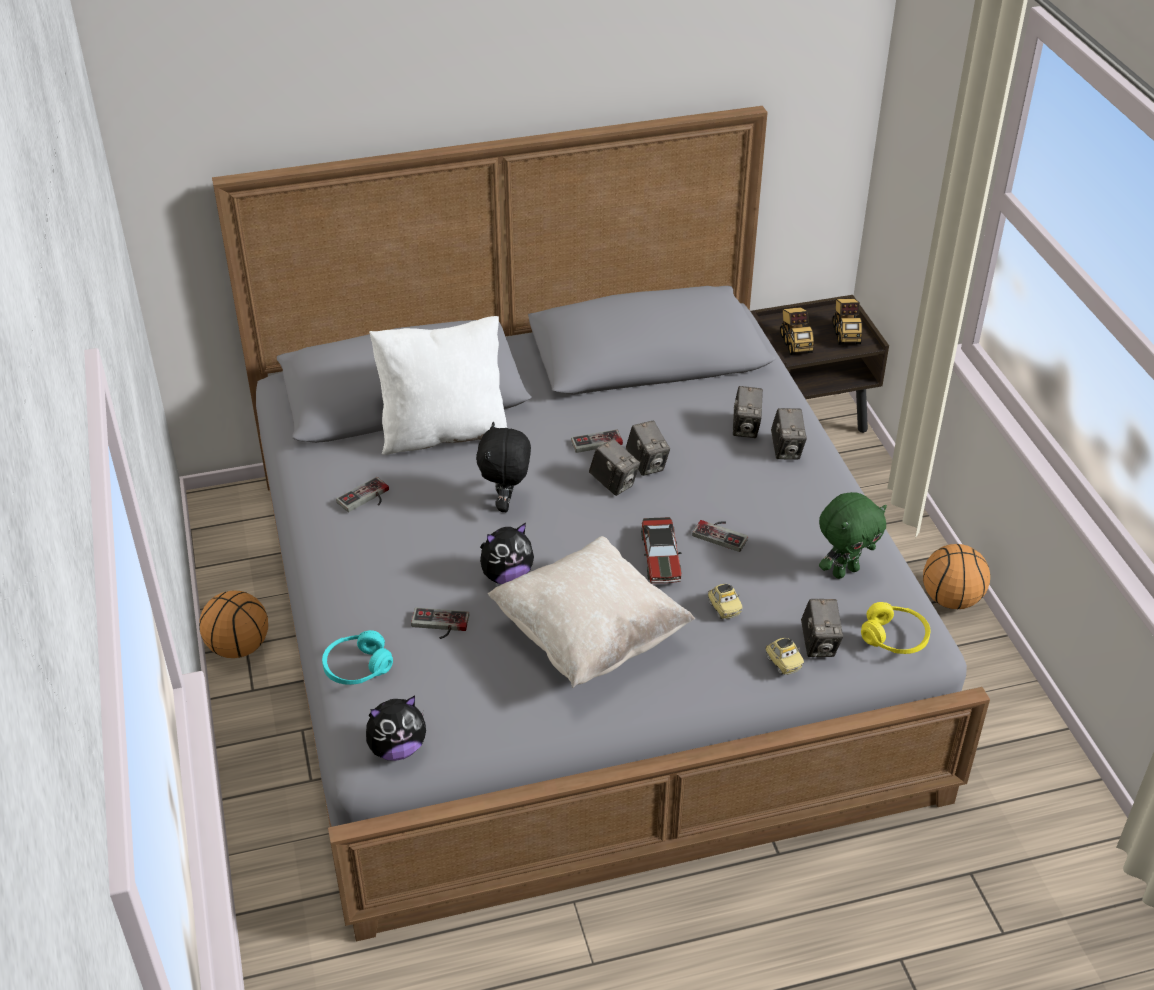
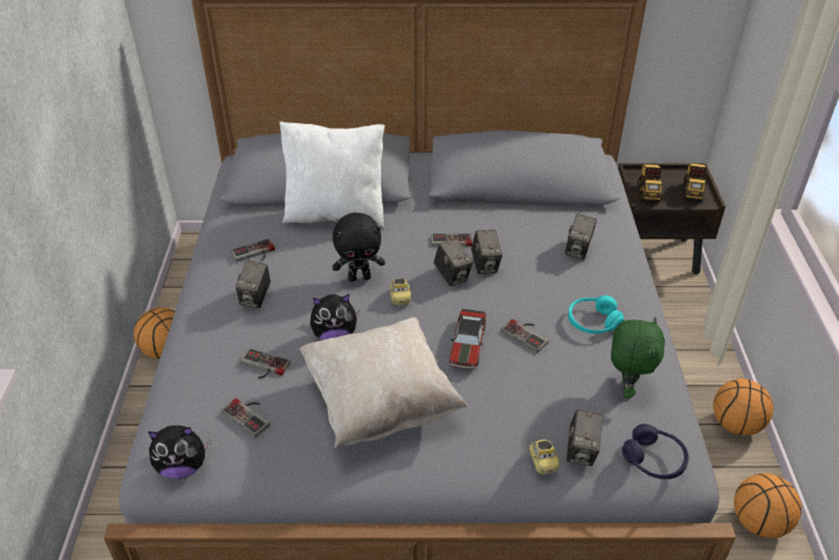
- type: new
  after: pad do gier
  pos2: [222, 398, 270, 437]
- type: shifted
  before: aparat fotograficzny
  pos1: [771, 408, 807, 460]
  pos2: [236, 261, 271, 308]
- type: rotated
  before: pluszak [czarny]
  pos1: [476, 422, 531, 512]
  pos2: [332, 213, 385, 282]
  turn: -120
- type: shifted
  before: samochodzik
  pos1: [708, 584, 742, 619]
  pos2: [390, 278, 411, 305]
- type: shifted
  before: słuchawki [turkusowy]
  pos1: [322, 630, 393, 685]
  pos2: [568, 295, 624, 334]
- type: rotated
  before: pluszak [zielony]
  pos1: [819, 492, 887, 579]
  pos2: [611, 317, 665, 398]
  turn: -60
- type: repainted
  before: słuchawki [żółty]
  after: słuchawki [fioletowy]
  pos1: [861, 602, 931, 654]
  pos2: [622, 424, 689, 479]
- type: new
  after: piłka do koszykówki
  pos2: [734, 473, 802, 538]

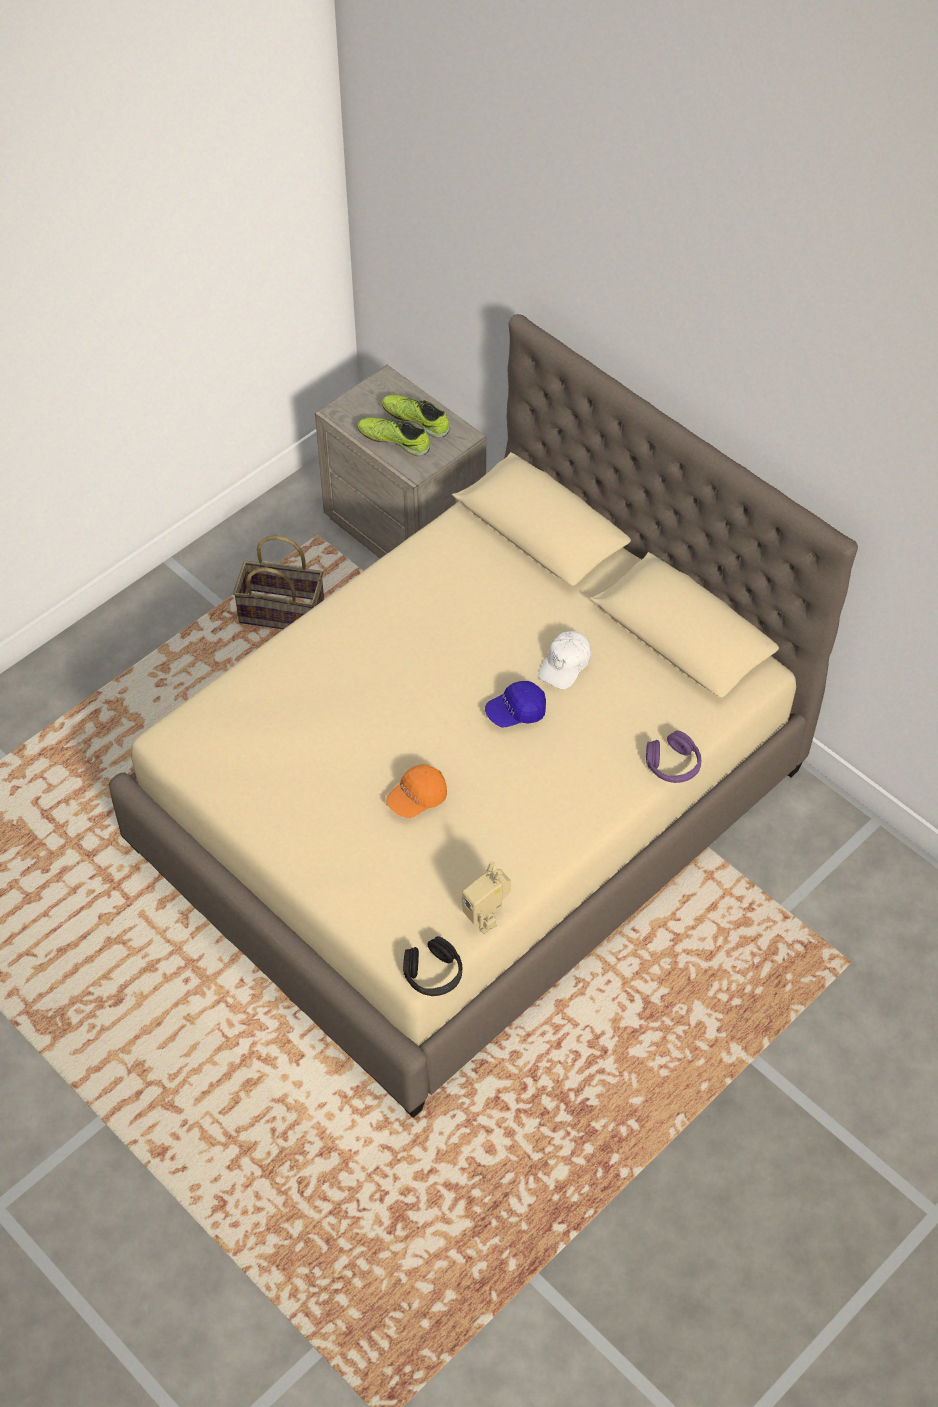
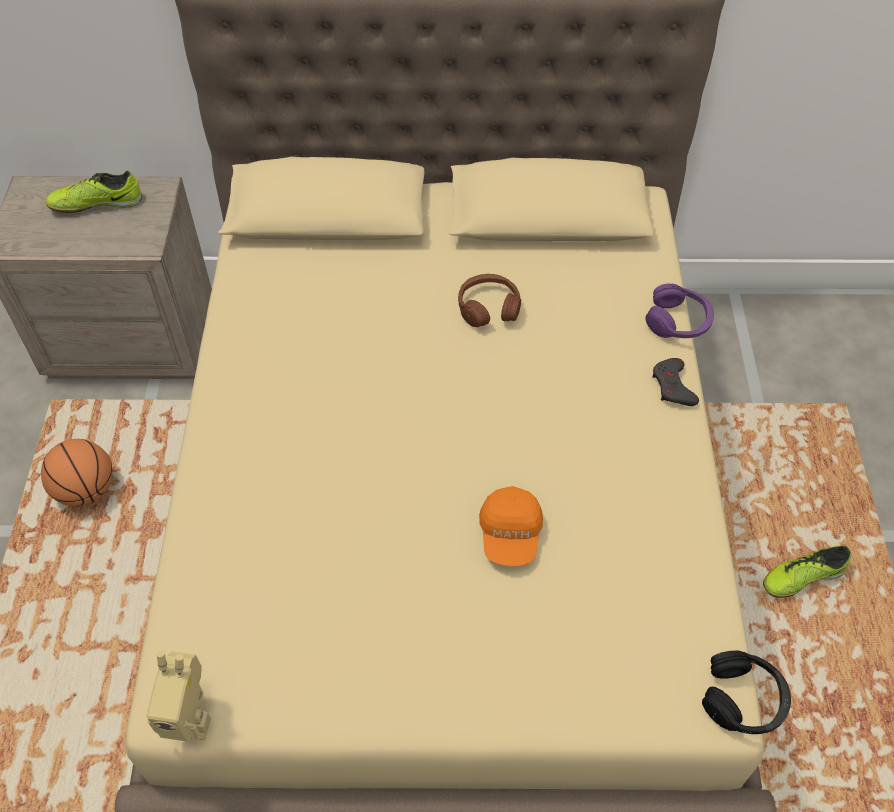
- type: swapped
  before: koszyk
  after: piłka do koszykówki
  pos1: [233, 535, 324, 629]
  pos2: [41, 439, 112, 507]
- type: shifted
  before: robot zabawkowy
  pos1: [462, 861, 511, 934]
  pos2: [147, 651, 211, 742]
- type: swapped
  before: czapka z daszkiem [biały]
  after: słuchawki [brązowy]
  pos1: [538, 631, 591, 689]
  pos2: [458, 274, 521, 327]
- type: new
  after: pad do gier [szary]
  pos2: [652, 358, 699, 406]
- type: shifted
  before: but
  pos1: [358, 418, 430, 456]
  pos2: [763, 545, 852, 598]
- type: gone
  before: czapka z daszkiem [niebieski]
  pos1: [485, 681, 546, 727]

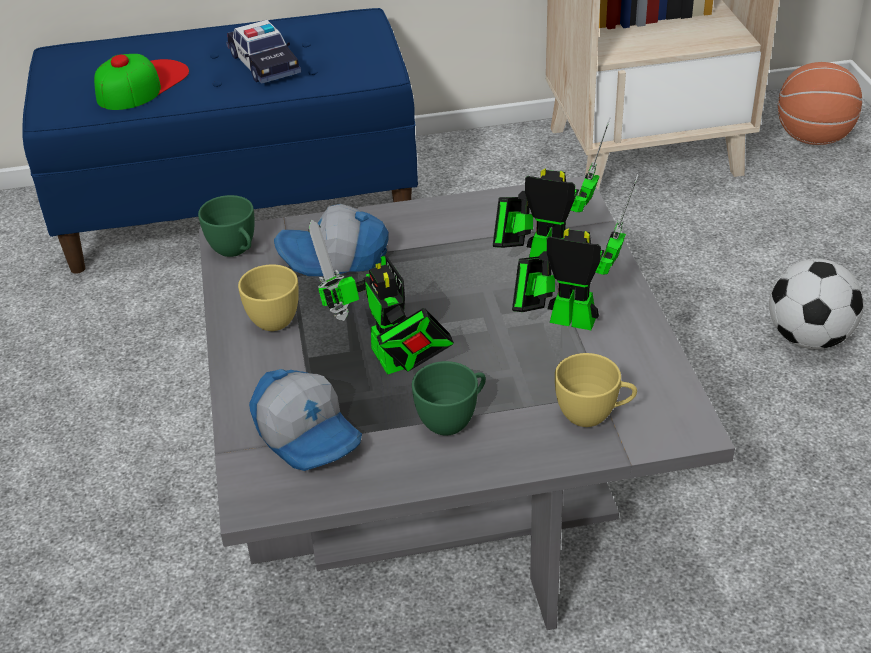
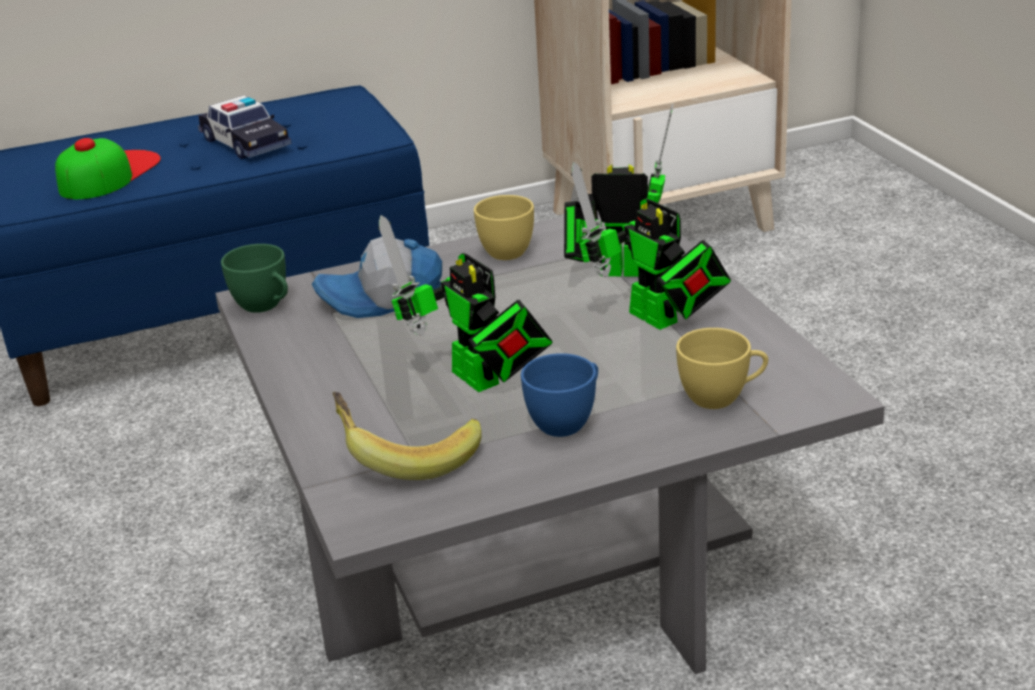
- type: swapped
  before: czapka z daszkiem
  after: banan
  pos1: [249, 369, 362, 471]
  pos2: [332, 392, 482, 480]
- type: shifted
  before: filiżanka [żółty]
  pos1: [238, 264, 299, 331]
  pos2: [474, 195, 534, 260]
- type: repainted
  before: filiżanka [zielony]
  after: filiżanka [niebieski]
  pos1: [412, 361, 486, 436]
  pos2: [521, 353, 598, 437]
- type: rotated
  before: robot zabawkowy
  pos1: [512, 174, 639, 330]
  pos2: [571, 162, 731, 330]
  turn: -135
- type: gone
  before: piłka futbolowa
  pos1: [769, 259, 864, 349]
- type: gone
  before: piłka do koszykówki
  pos1: [778, 62, 862, 145]

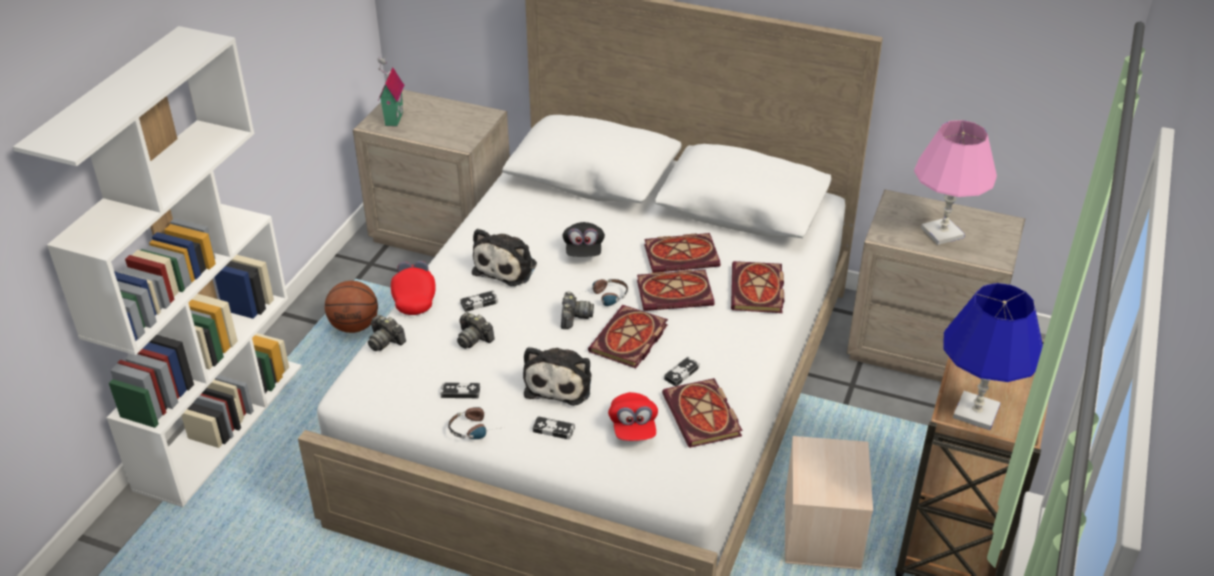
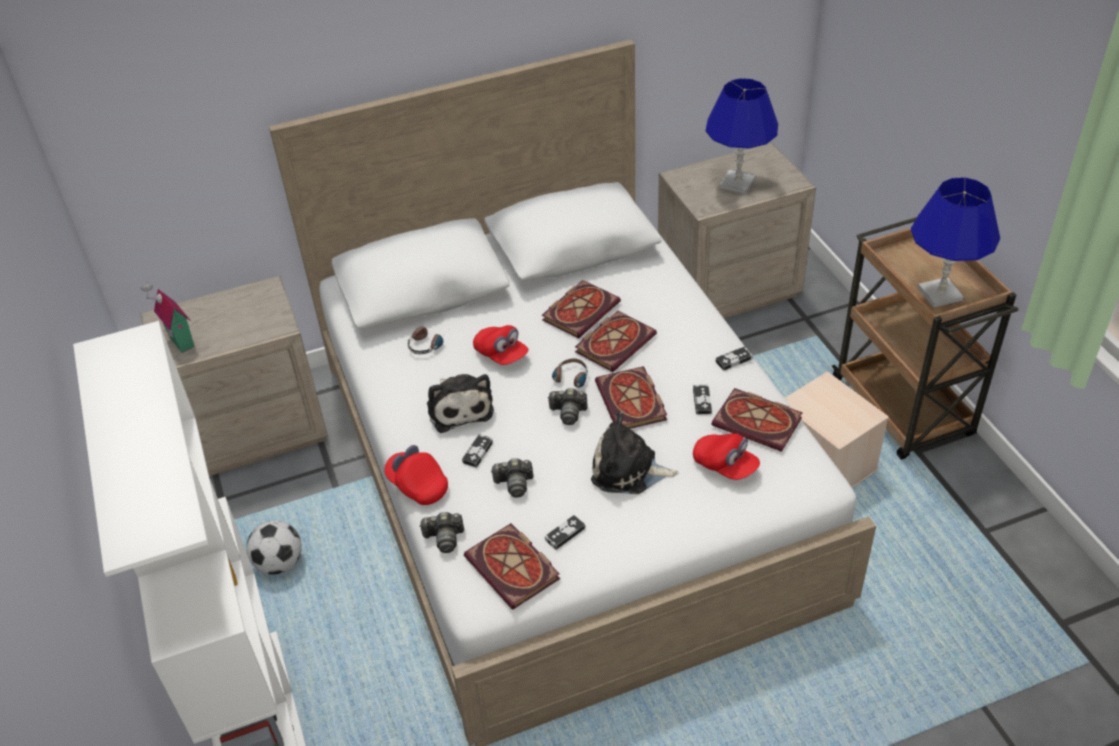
- type: swapped
  before: piłka do koszykówki
  after: piłka futbolowa
  pos1: [325, 281, 378, 333]
  pos2: [246, 520, 302, 574]
- type: shifted
  before: słuchawki
  pos1: [448, 407, 499, 439]
  pos2: [407, 326, 448, 354]
- type: shifted
  before: książka
  pos1: [731, 261, 784, 313]
  pos2: [464, 523, 560, 610]
- type: repainted
  before: czapka z daszkiem [czarny]
  after: czapka z daszkiem [czerwony]
  pos1: [562, 222, 605, 257]
  pos2: [473, 325, 529, 365]
- type: rotated
  before: aparat fotograficzny
  pos1: [561, 291, 594, 329]
  pos2: [547, 388, 588, 425]
  turn: 135
- type: rotated
  before: pluszak
  pos1: [523, 347, 591, 406]
  pos2: [591, 412, 679, 494]
  turn: 135
- type: repainted
  before: lampa stołowa [różowy]
  after: lampa stołowa [niebieski]
  pos1: [914, 120, 997, 245]
  pos2: [706, 78, 778, 194]
- type: shifted
  before: pad do gier
  pos1: [533, 416, 575, 439]
  pos2: [716, 346, 753, 371]

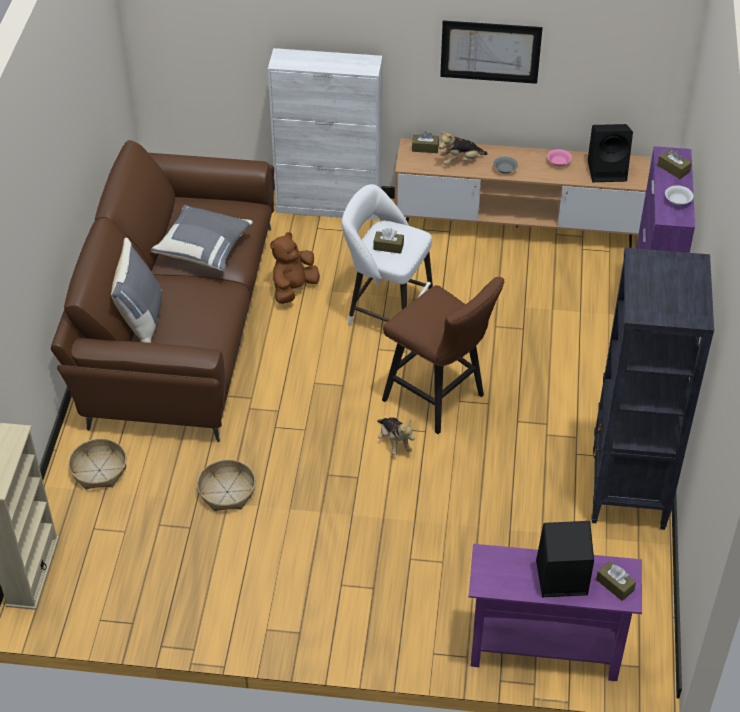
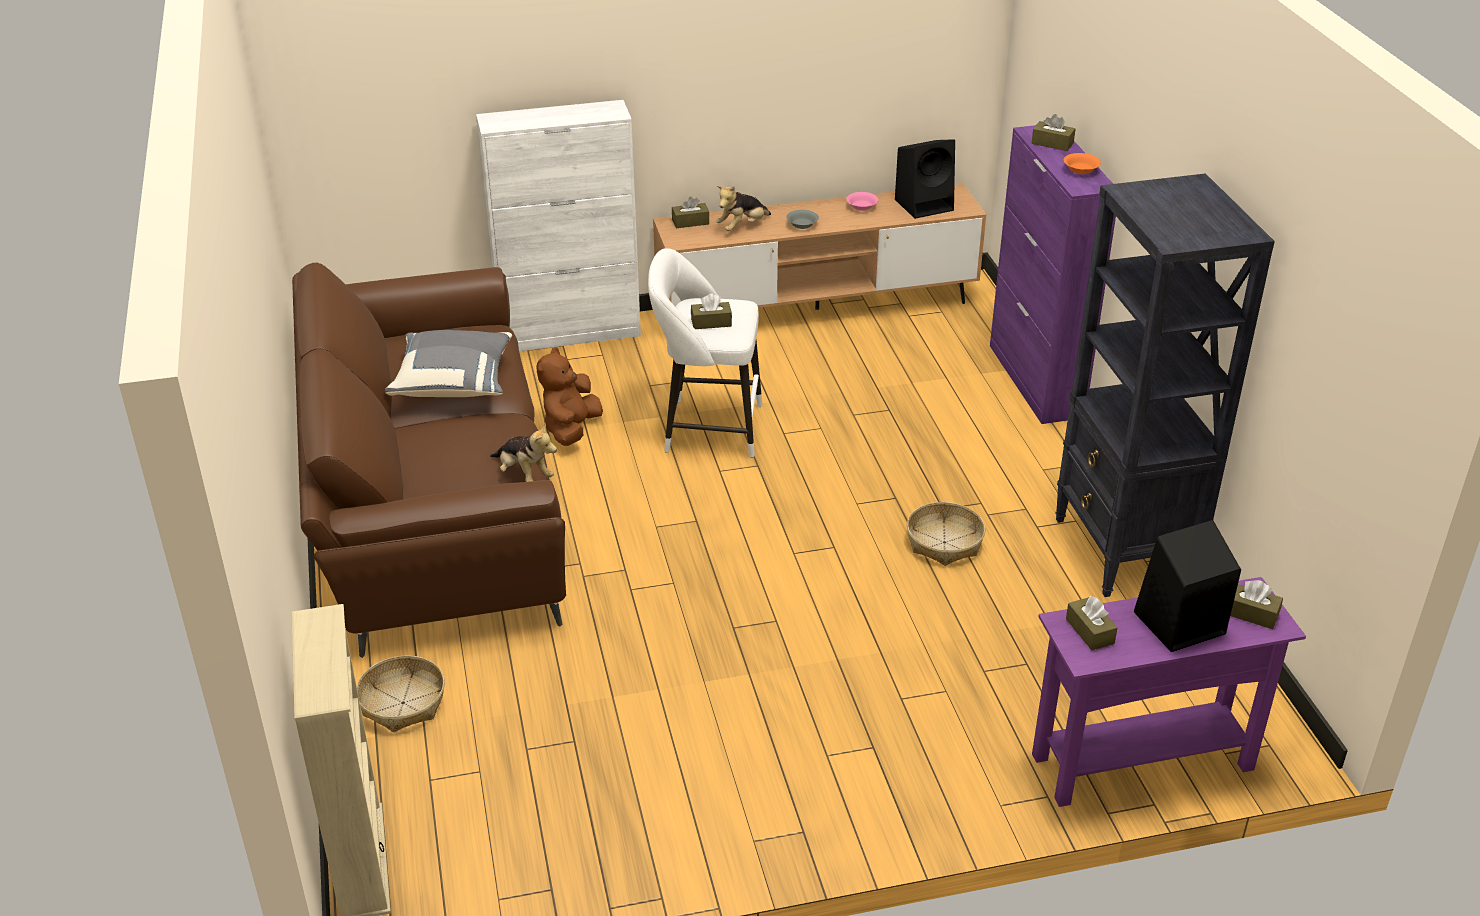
- type: shifted
  before: pluszak
  pos1: [377, 417, 415, 455]
  pos2: [490, 423, 557, 482]
- type: shifted
  before: koszyk
  pos1: [197, 460, 256, 511]
  pos2: [907, 502, 985, 566]
- type: repainted
  before: miska [biały]
  after: miska [pomarańczowy]
  pos1: [665, 186, 693, 205]
  pos2: [1064, 153, 1101, 174]
- type: new
  after: pudełko chusteczek [brązowy]
  pos2: [1066, 596, 1117, 650]
- type: gone
  before: poduszka [szary]
  pos1: [111, 238, 163, 343]
- type: gone
  before: stołek [brązowy]
  pos1: [382, 277, 505, 434]
- type: gone
  before: obraz
  pos1: [440, 20, 543, 84]

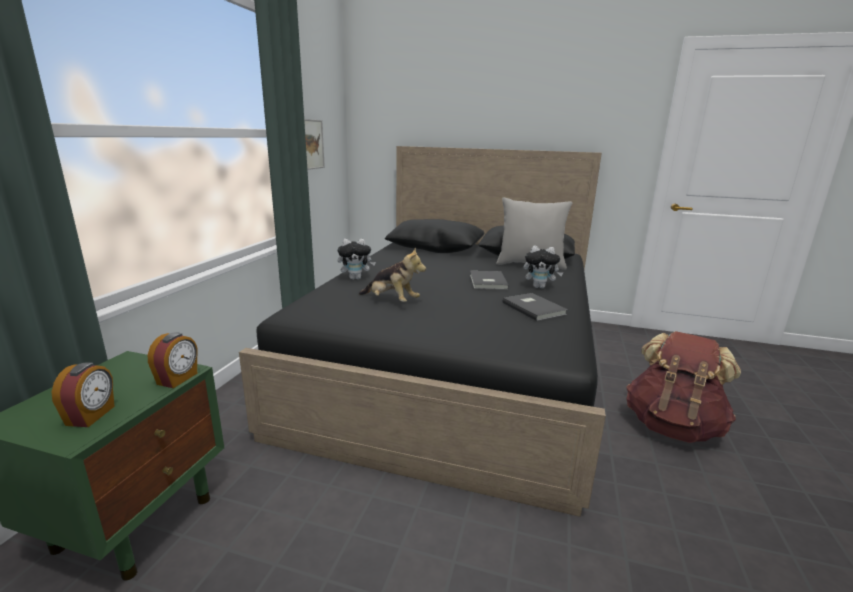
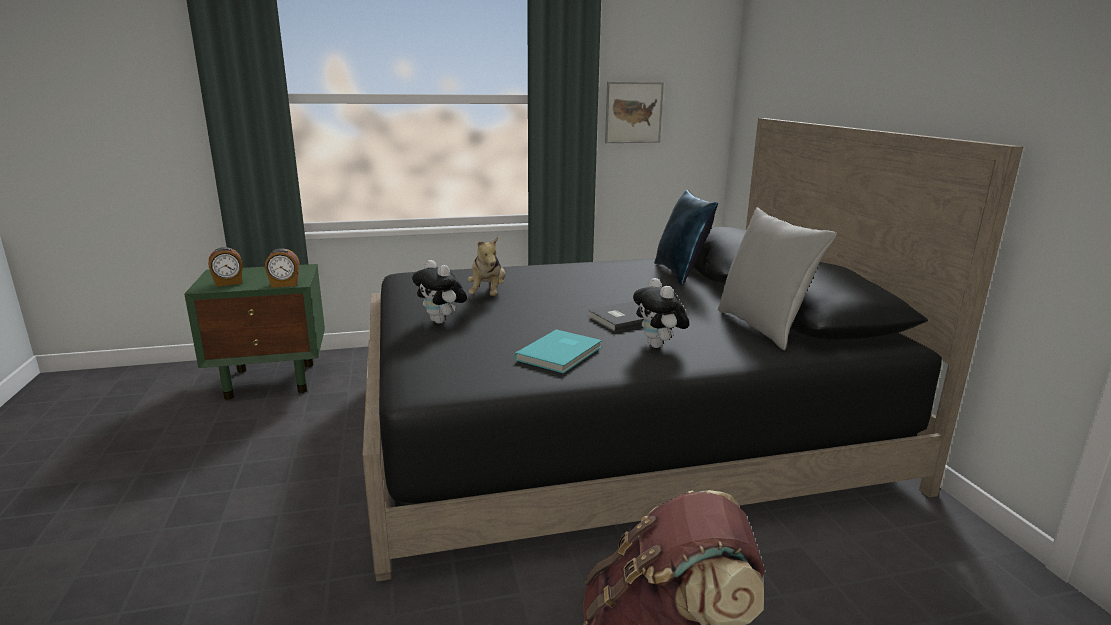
- type: shifted
  before: pluszak
  pos1: [338, 239, 376, 280]
  pos2: [412, 260, 467, 324]
- type: repainted
  before: książka [szary]
  after: książka [turkusowy]
  pos1: [502, 293, 568, 321]
  pos2: [515, 329, 602, 374]
- type: new
  after: poduszka [niebieski]
  pos2: [654, 190, 718, 286]

